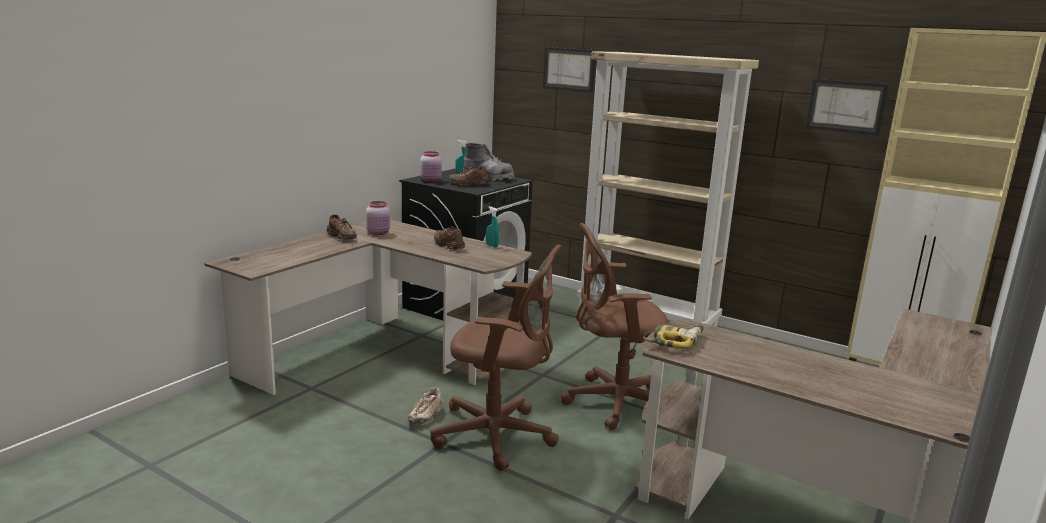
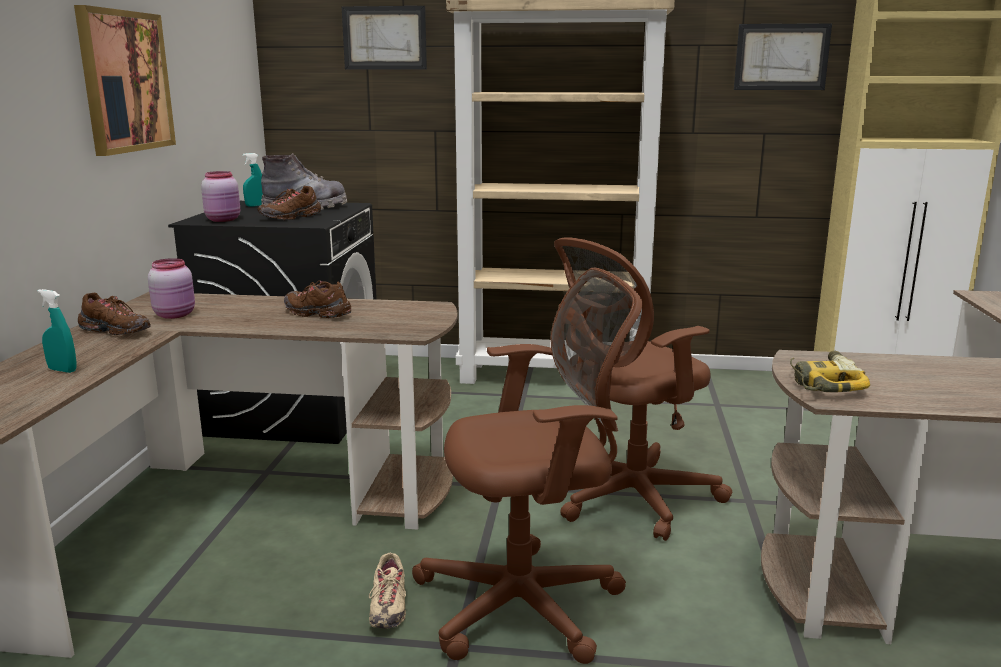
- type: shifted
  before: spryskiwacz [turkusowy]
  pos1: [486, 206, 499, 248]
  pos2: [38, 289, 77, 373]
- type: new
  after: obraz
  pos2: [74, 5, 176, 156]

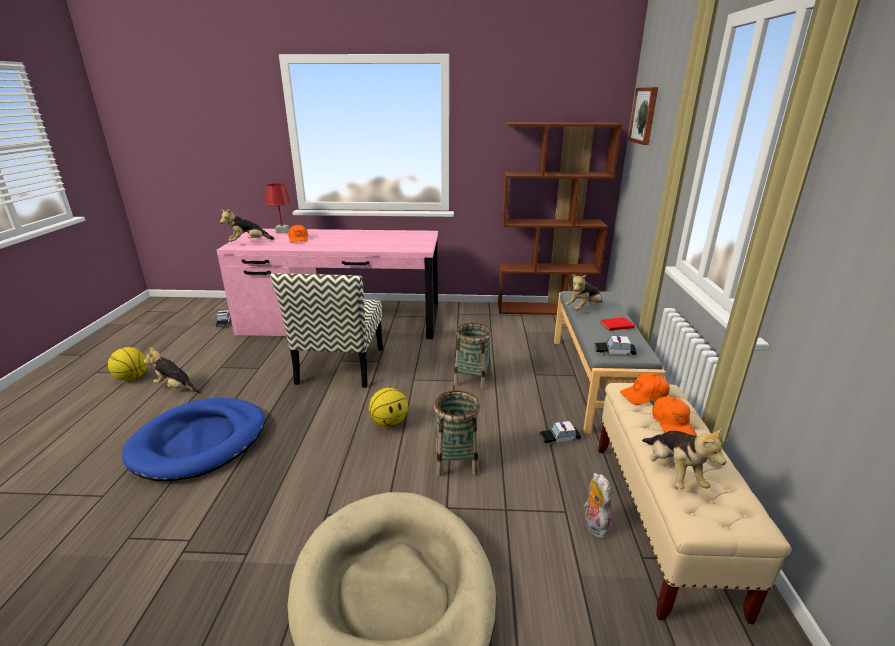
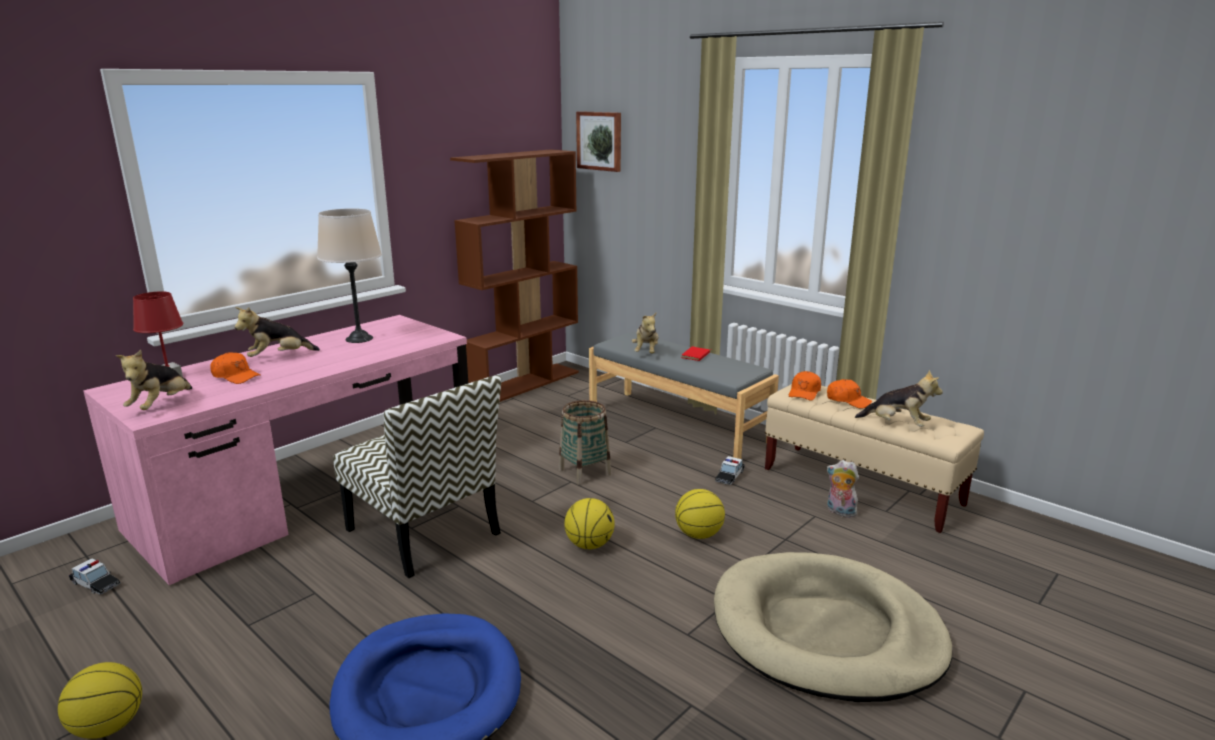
- type: shifted
  before: pluszak
  pos1: [144, 347, 202, 393]
  pos2: [234, 307, 320, 357]
- type: new
  after: lampa stołowa [beżowy]
  pos2: [317, 208, 382, 343]
- type: swapped
  before: koszyk
  after: piłka do koszykówki
  pos1: [434, 390, 480, 476]
  pos2: [675, 489, 725, 539]
- type: gone
  before: samochodzik
  pos1: [594, 335, 637, 357]

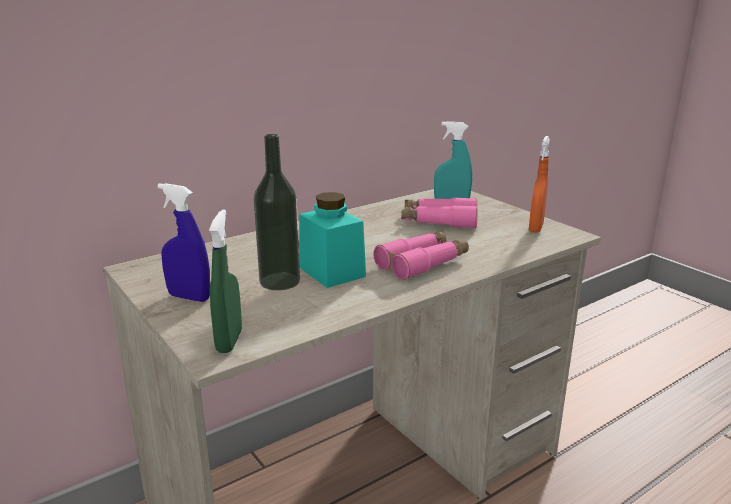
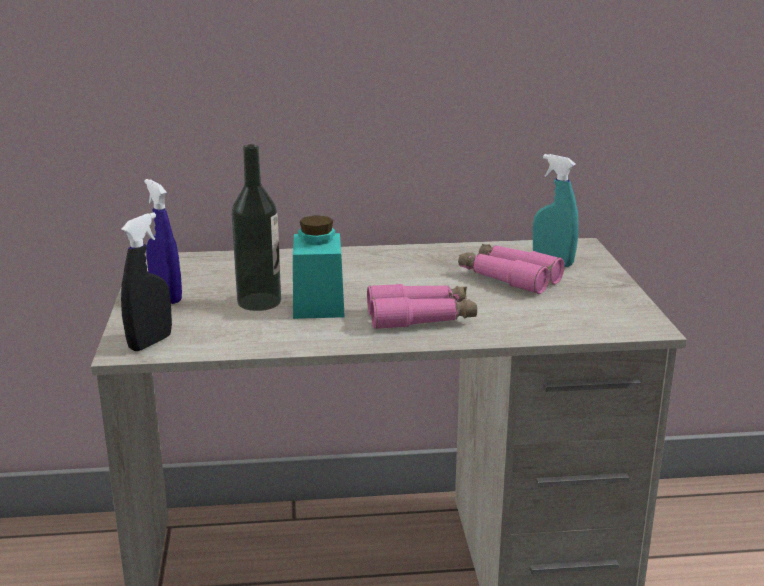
- type: repainted
  before: spryskiwacz [zielony]
  after: spryskiwacz [czarny]
  pos1: [209, 209, 242, 353]
  pos2: [121, 212, 172, 351]
- type: gone
  before: spryskiwacz [pomarańczowy]
  pos1: [529, 136, 550, 233]

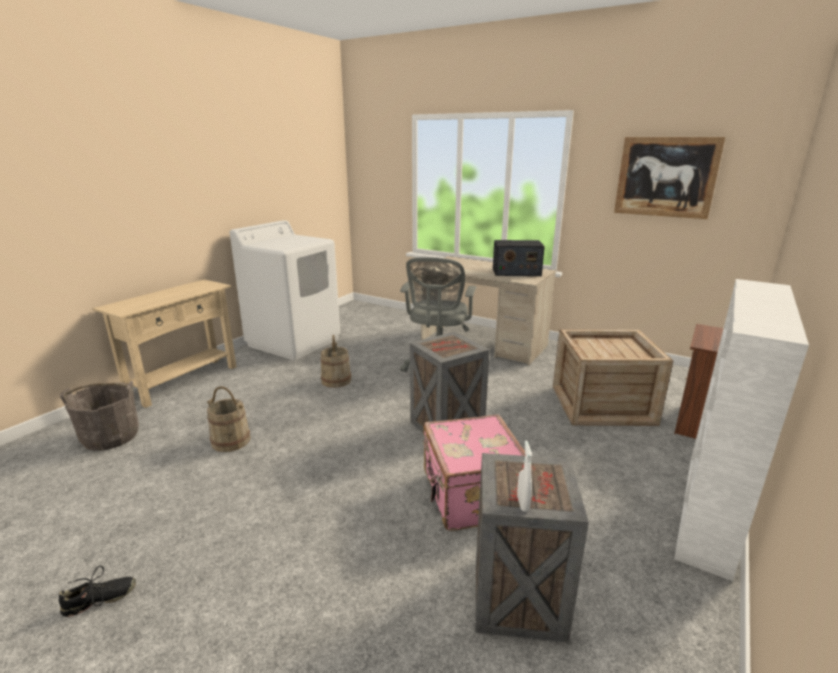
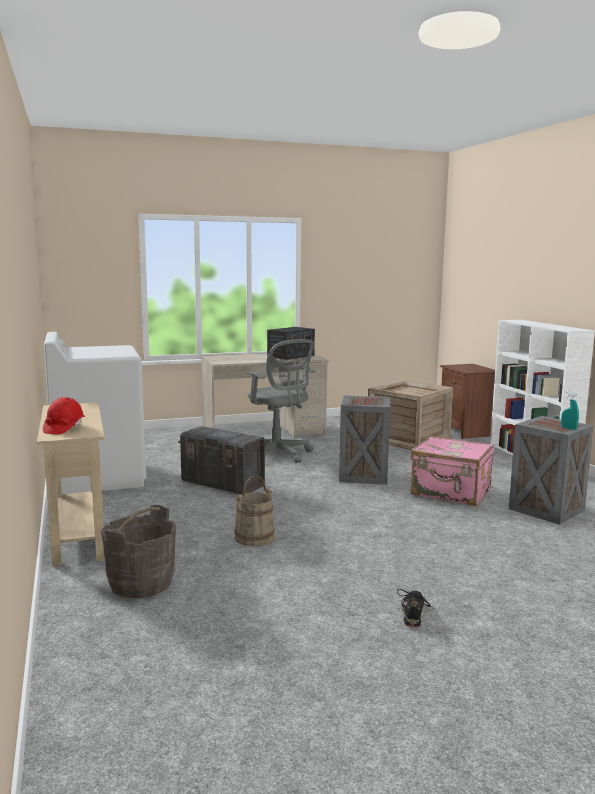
- type: new
  after: kask [czerwony]
  pos2: [43, 397, 85, 434]
- type: swapped
  before: wiadro [beżowy]
  after: pojemnik do przechowywania [szary]
  pos1: [321, 335, 351, 388]
  pos2: [178, 426, 267, 494]
- type: repainted
  before: spryskiwacz [biały]
  after: spryskiwacz [turkusowy]
  pos1: [517, 441, 532, 512]
  pos2: [561, 391, 579, 430]
- type: gone
  before: obraz
  pos1: [614, 137, 725, 219]

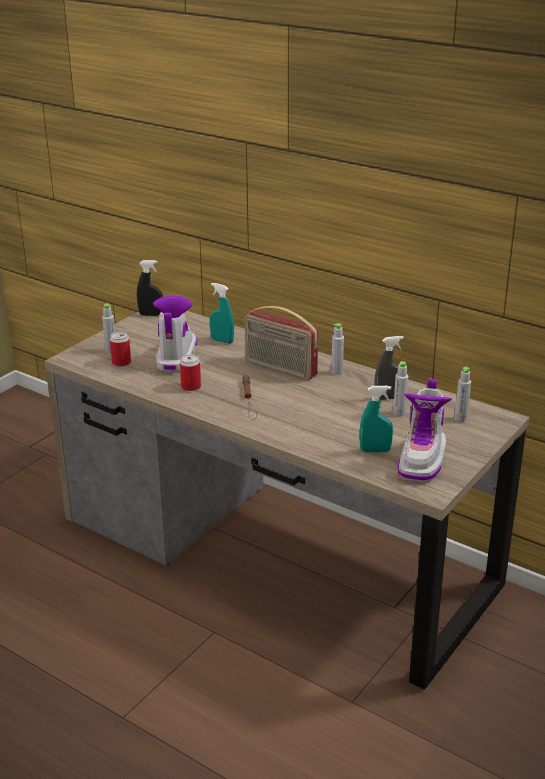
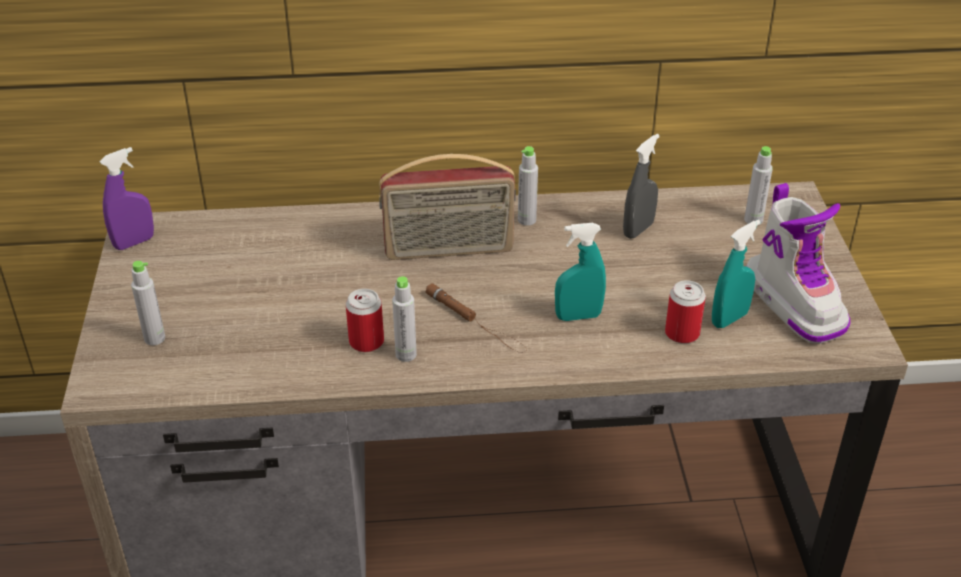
- type: repainted
  before: spryskiwacz [czarny]
  after: spryskiwacz [fioletowy]
  pos1: [137, 260, 163, 316]
  pos2: [99, 147, 154, 250]
- type: shifted
  before: butelka [szary]
  pos1: [393, 361, 408, 416]
  pos2: [392, 276, 417, 362]
- type: shifted
  before: spryskiwacz [turkusowy]
  pos1: [210, 283, 234, 344]
  pos2: [555, 223, 606, 321]
- type: shifted
  before: puszka
  pos1: [110, 332, 131, 367]
  pos2: [665, 280, 706, 344]
- type: gone
  before: but z cholewką
  pos1: [153, 295, 197, 372]

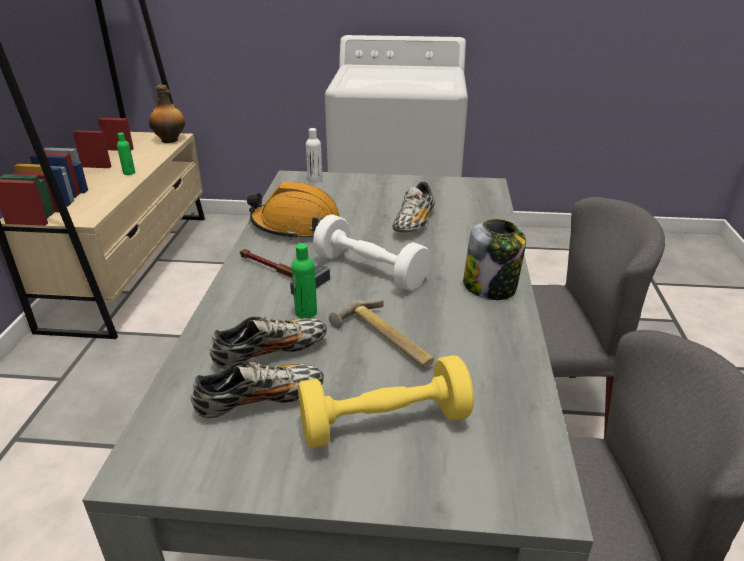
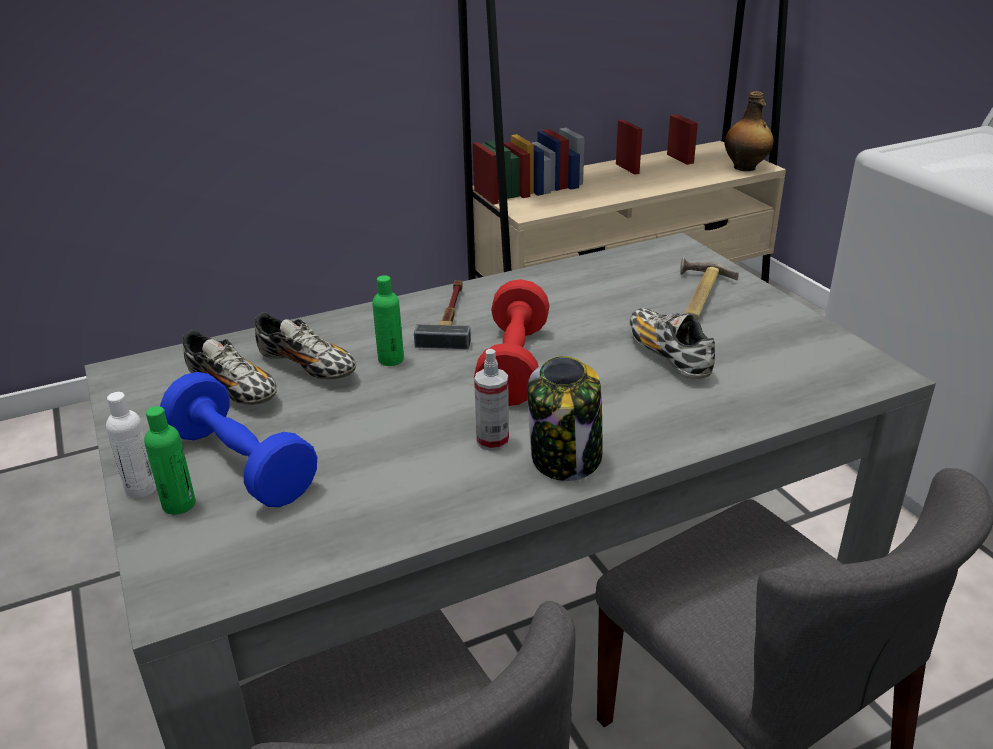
- type: shifted
  before: butelka [biały]
  pos1: [306, 128, 322, 182]
  pos2: [106, 392, 157, 498]
- type: shifted
  before: butelka [zielony]
  pos1: [117, 133, 135, 175]
  pos2: [144, 406, 196, 515]
- type: repainted
  before: hantel [żółty]
  after: hantel [niebieski]
  pos1: [298, 355, 474, 448]
  pos2: [160, 372, 317, 507]
- type: repainted
  before: hantel [biały]
  after: hantel [czerwony]
  pos1: [313, 214, 430, 291]
  pos2: [474, 279, 549, 406]
- type: new
  after: spryskiwacz
  pos2: [474, 349, 509, 451]
- type: rotated
  before: but
  pos1: [392, 182, 435, 232]
  pos2: [629, 308, 715, 379]
  turn: 75
- type: shifted
  before: młotek
  pos1: [329, 300, 434, 368]
  pos2: [680, 257, 739, 320]
- type: gone
  before: kask [pomarańczowy]
  pos1: [247, 182, 340, 240]

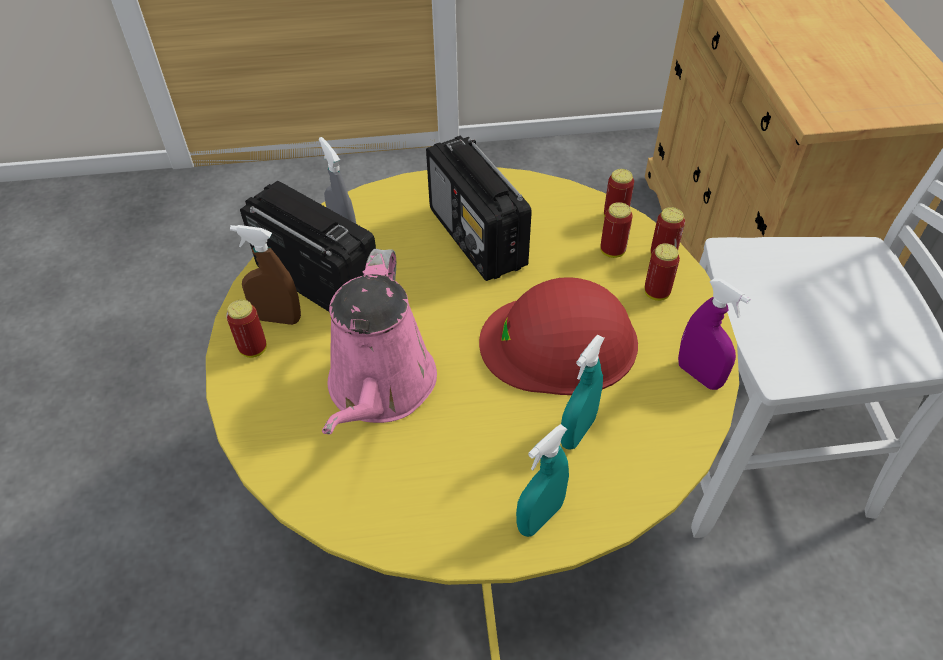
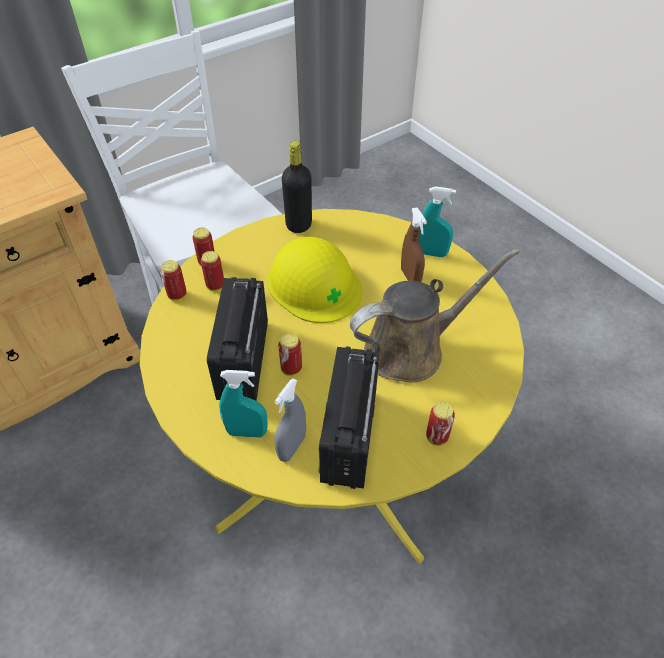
- type: rotated
  before: radio
  pos1: [426, 136, 532, 281]
  pos2: [207, 277, 268, 400]
  turn: 150
- type: shifted
  before: spryskiwacz [turkusowy]
  pos1: [561, 335, 604, 450]
  pos2: [219, 370, 268, 438]
- type: repainted
  before: kask [czerwony]
  after: kask [żółty]
  pos1: [479, 277, 638, 395]
  pos2: [267, 237, 362, 323]
- type: shifted
  before: puszka
  pos1: [645, 243, 680, 301]
  pos2: [278, 334, 302, 376]
- type: swapped
  before: spryskiwacz [fioletowy]
  after: butelka [czarny]
  pos1: [678, 278, 751, 390]
  pos2: [282, 141, 312, 233]
- type: repainted
  before: konewka [różowy]
  after: konewka [brązowy]
  pos1: [322, 249, 437, 434]
  pos2: [350, 249, 519, 382]
- type: shifted
  before: spryskiwacz [brązowy]
  pos1: [230, 225, 301, 325]
  pos2: [401, 208, 427, 282]

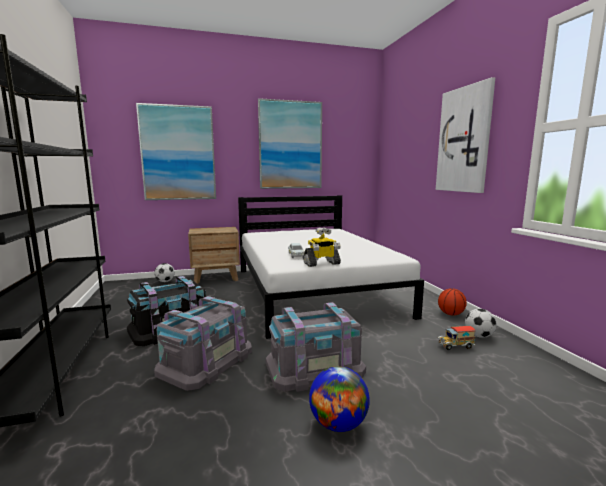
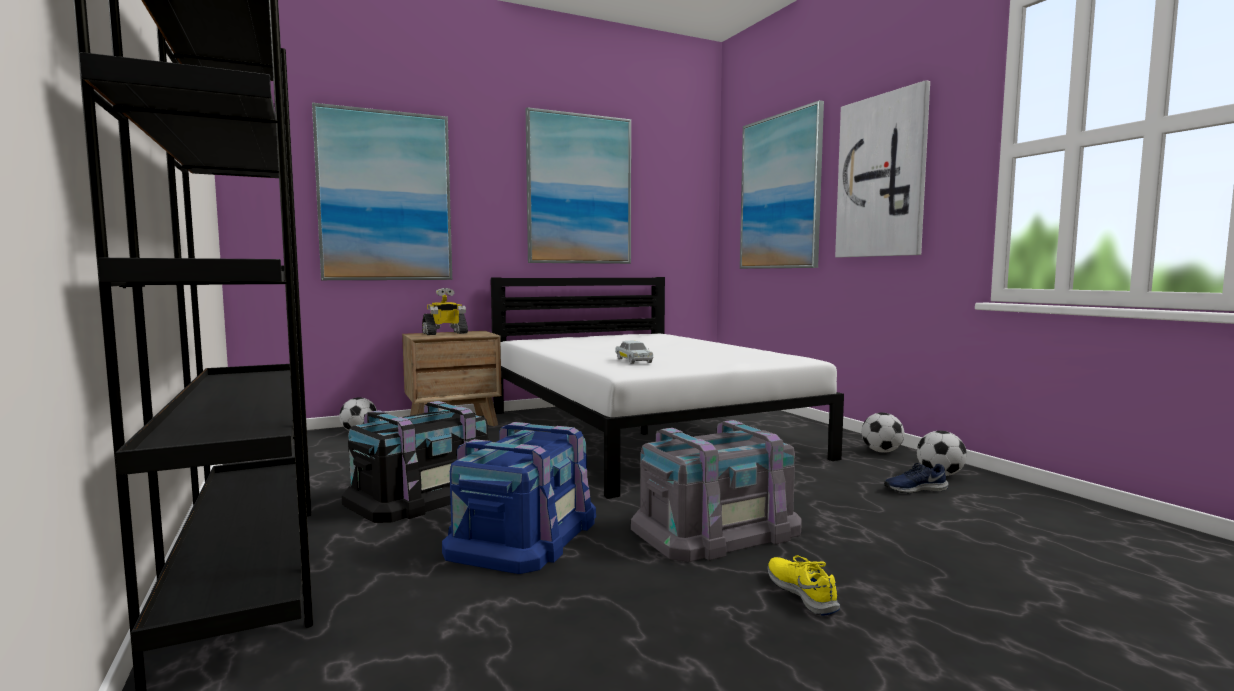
- type: shifted
  before: robot zabawkowy
  pos1: [303, 227, 341, 267]
  pos2: [422, 288, 468, 335]
- type: repainted
  before: pojemnik do przechowywania [szary]
  after: pojemnik do przechowywania [niebieski]
  pos1: [154, 296, 252, 391]
  pos2: [442, 422, 596, 574]
- type: new
  after: obraz
  pos2: [740, 100, 824, 269]
- type: swapped
  before: globus
  after: but [żółty]
  pos1: [309, 366, 370, 432]
  pos2: [767, 555, 840, 616]
- type: swapped
  before: piłka do koszykówki
  after: piłka futbolowa
  pos1: [438, 288, 467, 316]
  pos2: [862, 413, 904, 453]
- type: swapped
  before: ciężarówka zabawkowa
  after: but [niebieski]
  pos1: [438, 326, 476, 350]
  pos2: [884, 463, 948, 494]

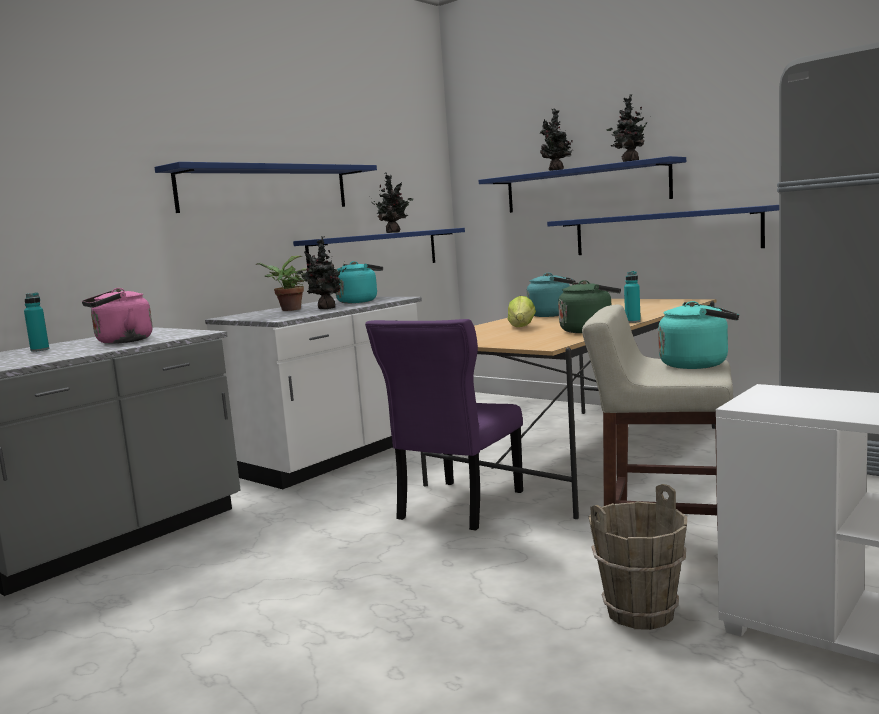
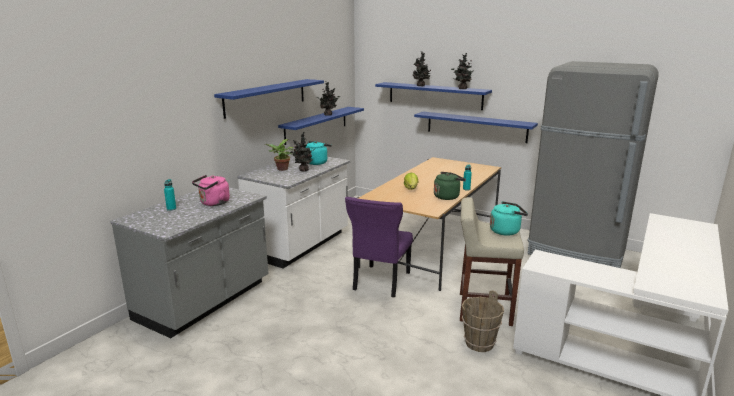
- type: gone
  before: czajnik [turkusowy]
  pos1: [527, 273, 576, 317]

